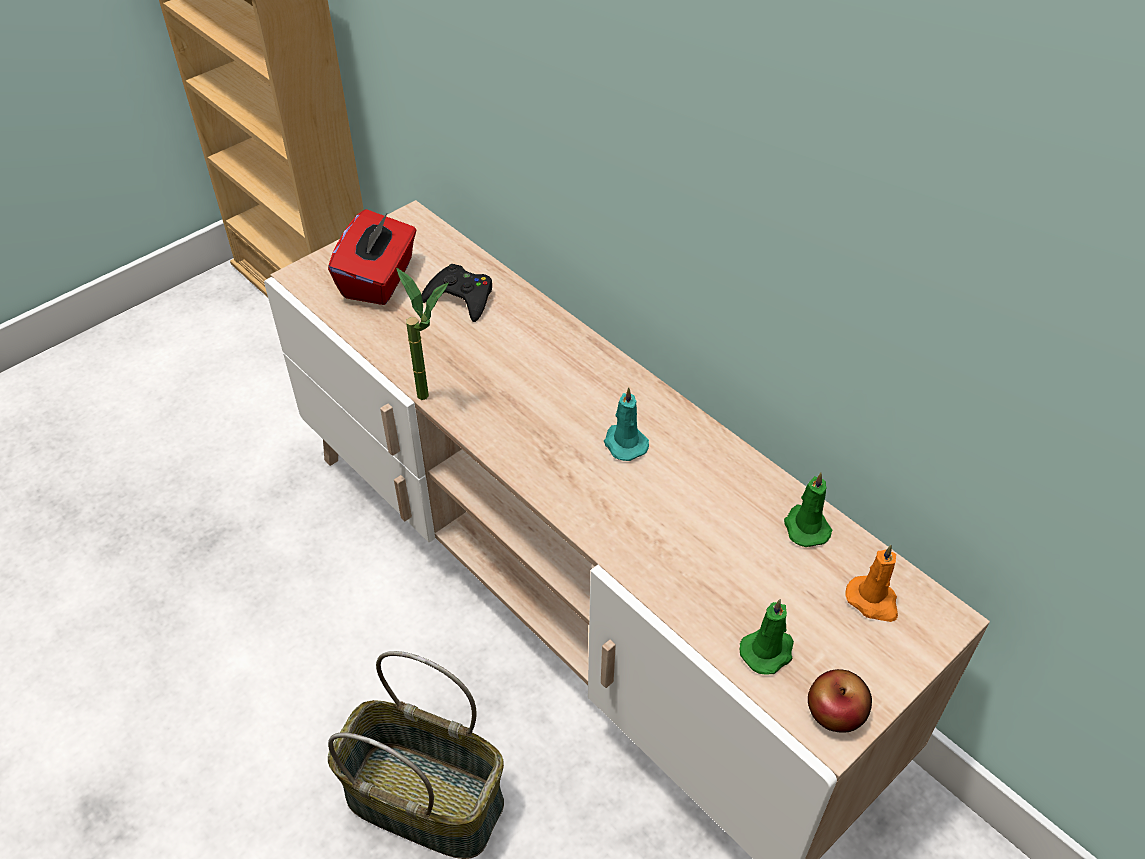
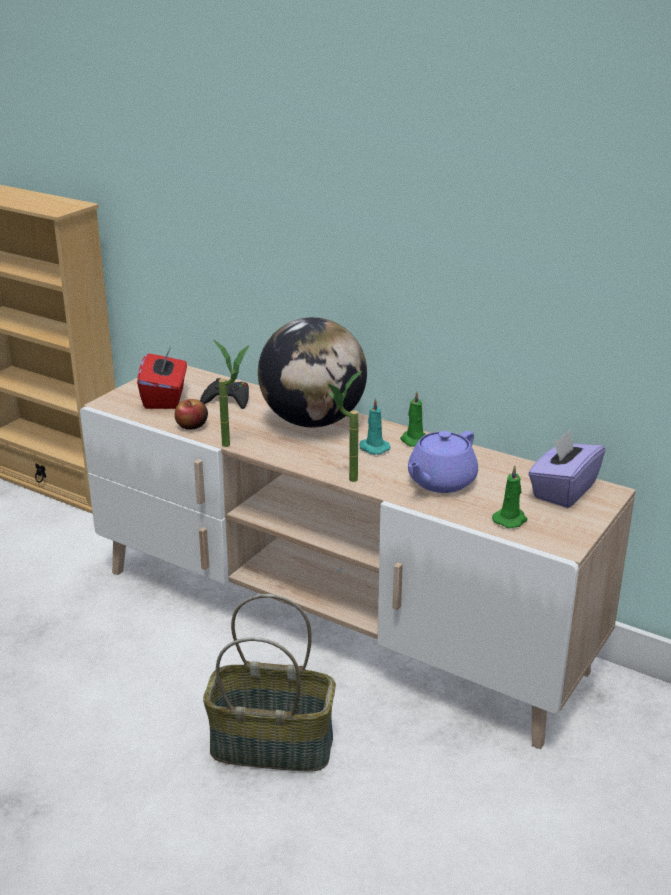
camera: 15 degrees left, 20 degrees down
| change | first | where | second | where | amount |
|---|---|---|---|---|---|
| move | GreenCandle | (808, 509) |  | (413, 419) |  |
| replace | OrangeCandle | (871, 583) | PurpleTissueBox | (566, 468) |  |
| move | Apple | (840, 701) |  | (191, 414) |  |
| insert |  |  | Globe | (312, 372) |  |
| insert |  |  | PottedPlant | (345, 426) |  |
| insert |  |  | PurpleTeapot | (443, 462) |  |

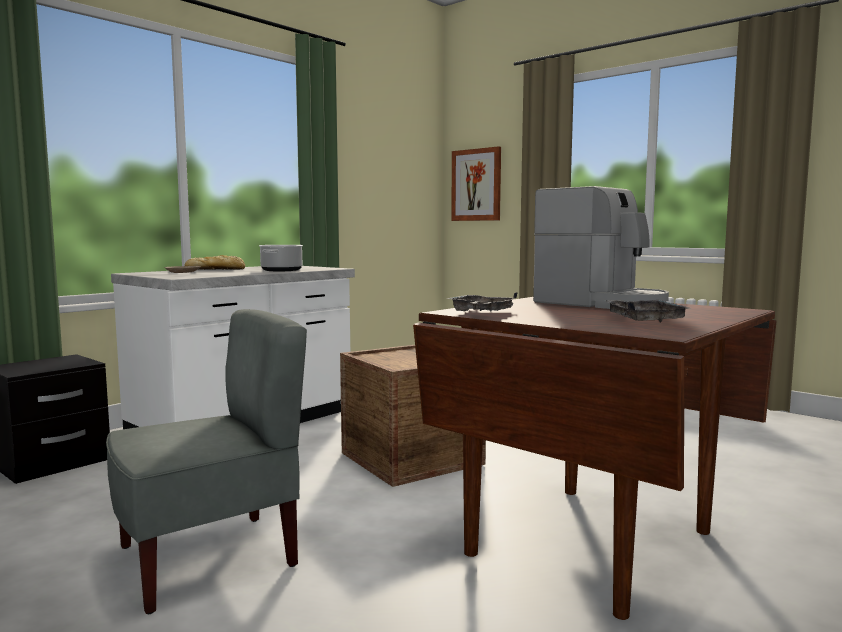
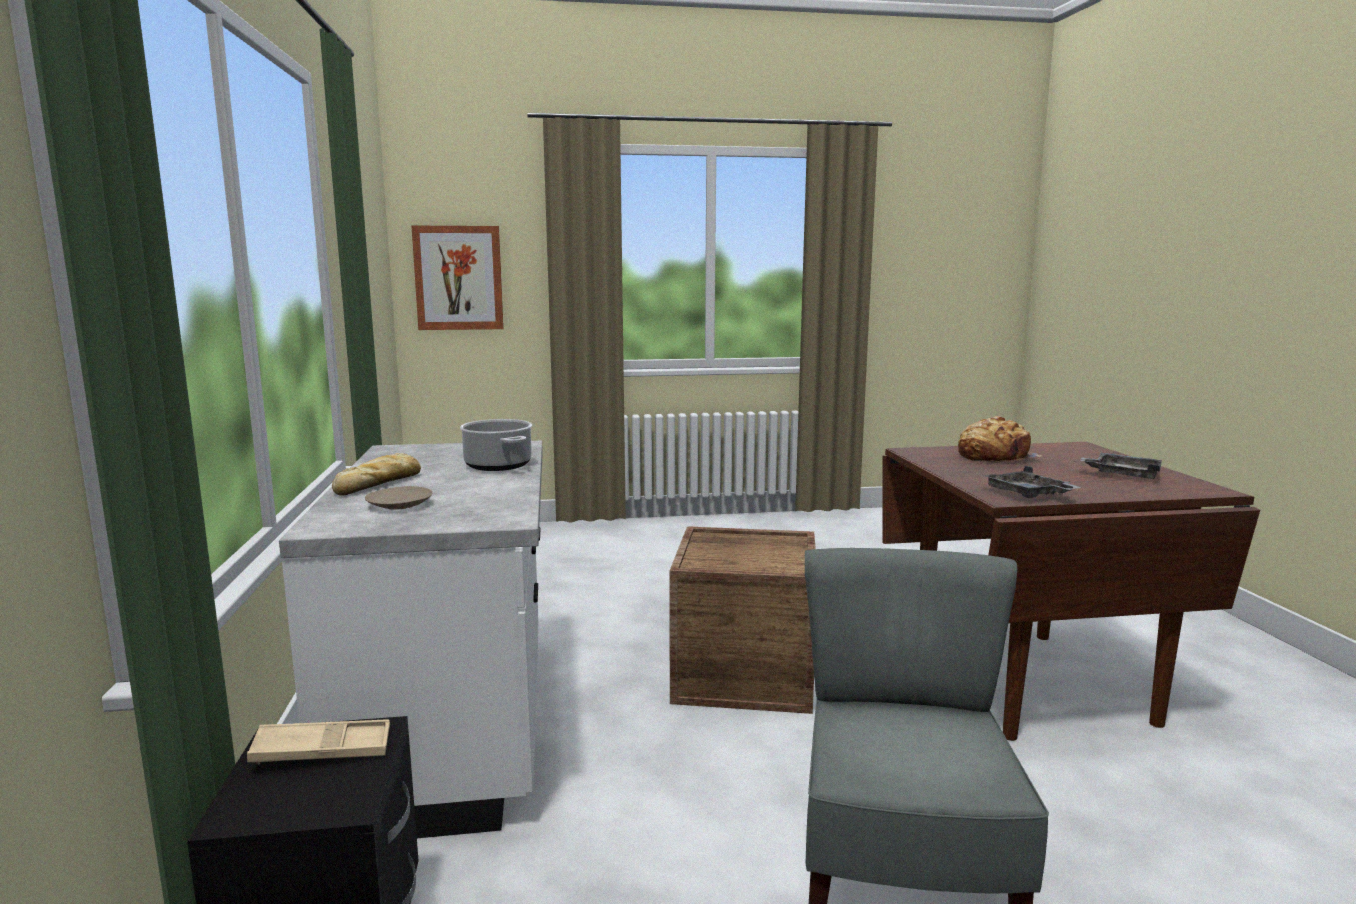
camera: 50 degrees left, 5 degrees up
| change | first | where | second | where | amount |
|---|---|---|---|---|---|
| replace | CoffeeMachine | (601, 247) | Bread | (999, 440) |  |
| insert |  |  | BeigeTray | (318, 742) |  |

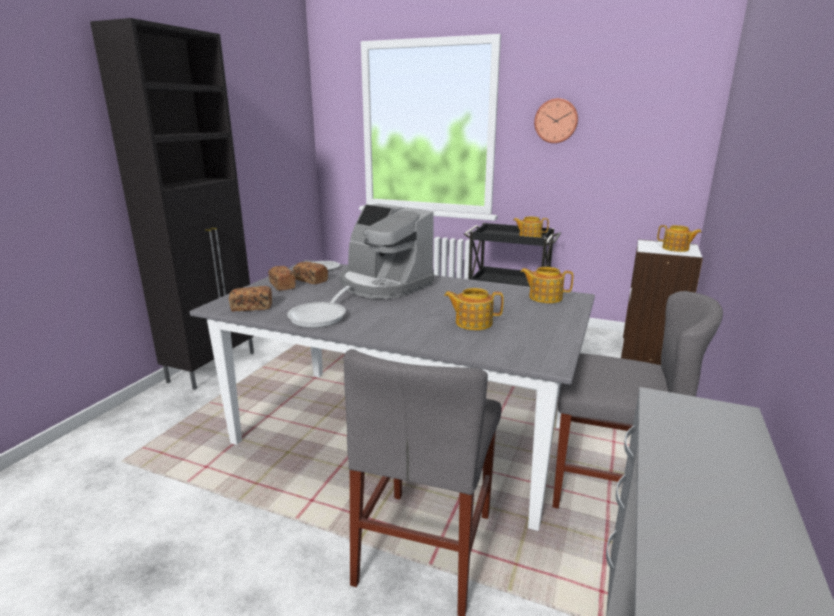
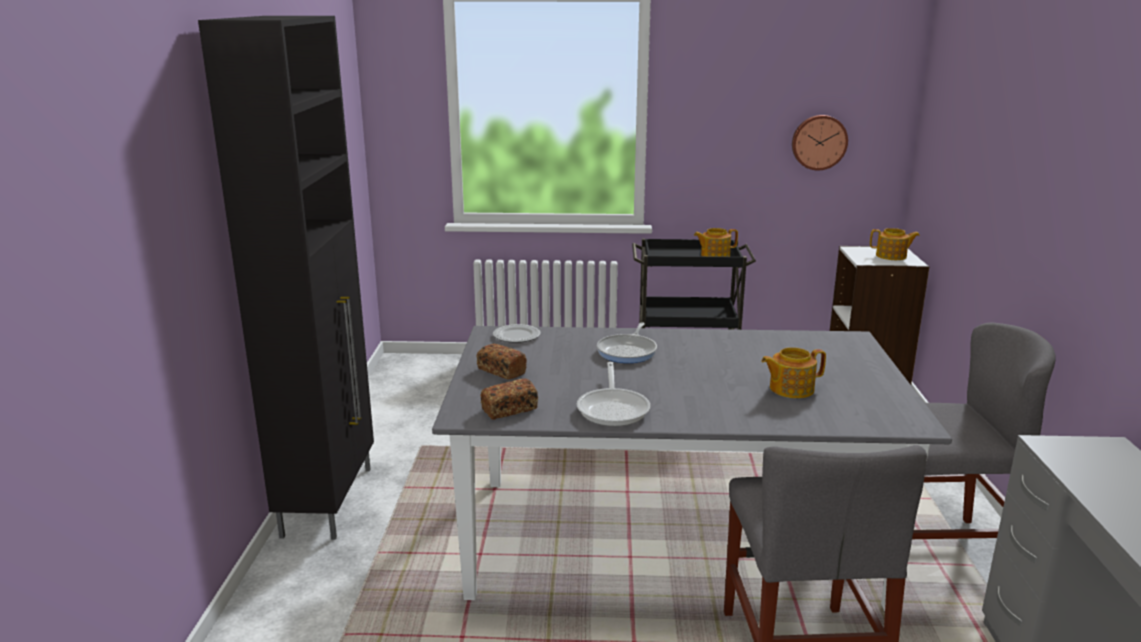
camera: 20 degrees left, 0 degrees up
| change | first | where | second | where | amount |
|---|---|---|---|---|---|
| move | WallClock | (556, 120) |  | (820, 142) |  |
| replace | CoffeeMachine | (387, 251) | FryingPan | (627, 342) |  |
| delete | Bread | (310, 273) |  |  |  |
| delete | Teapot | (546, 285) |  |  |  |

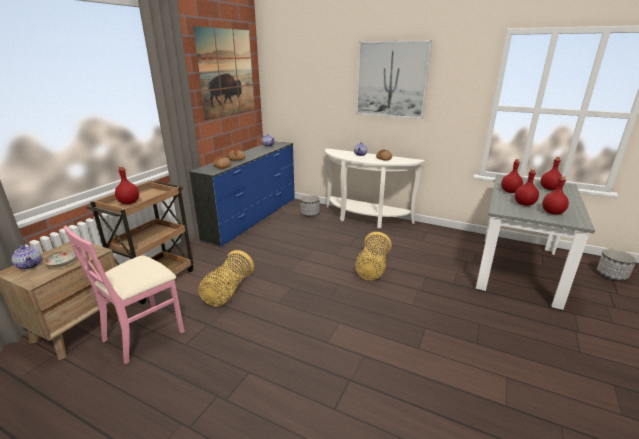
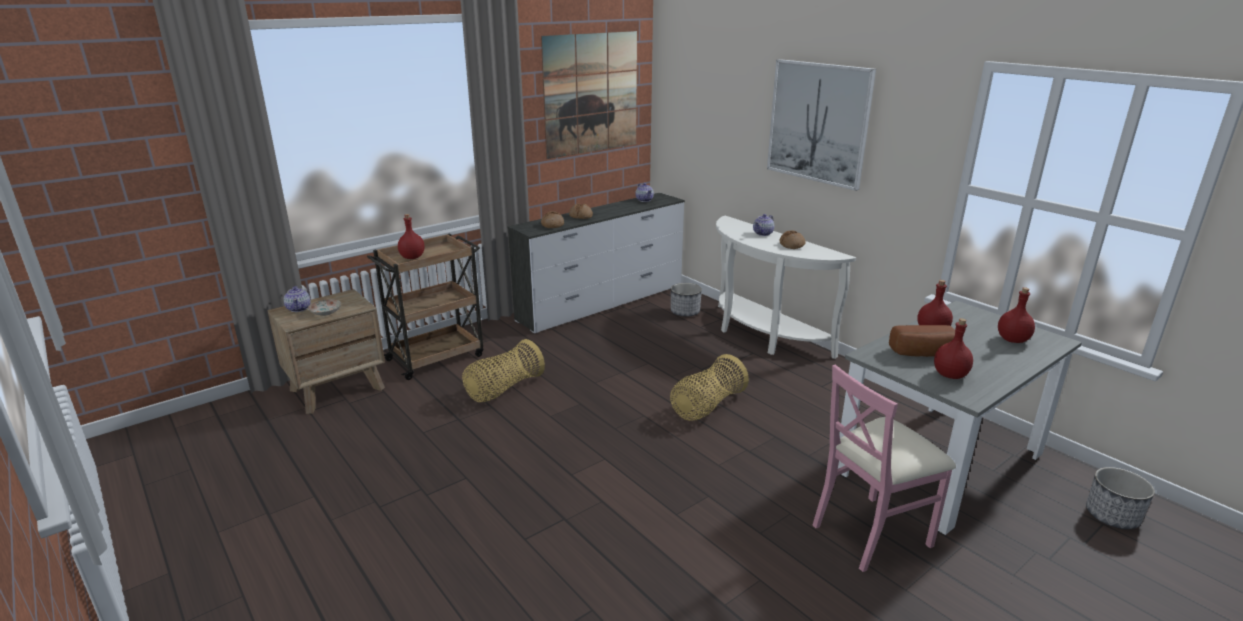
camera: 25 degrees right, 0 degrees up
| change | first | where | second | where | amount |
|---|---|---|---|---|---|
| recolor | BlueDresser | (242, 194) | WhiteDresser | (596, 263) |  |
| replace | RedBottle | (527, 187) | Bread | (922, 341) |  |
| move | PinkChair | (124, 295) |  | (884, 468) |  |

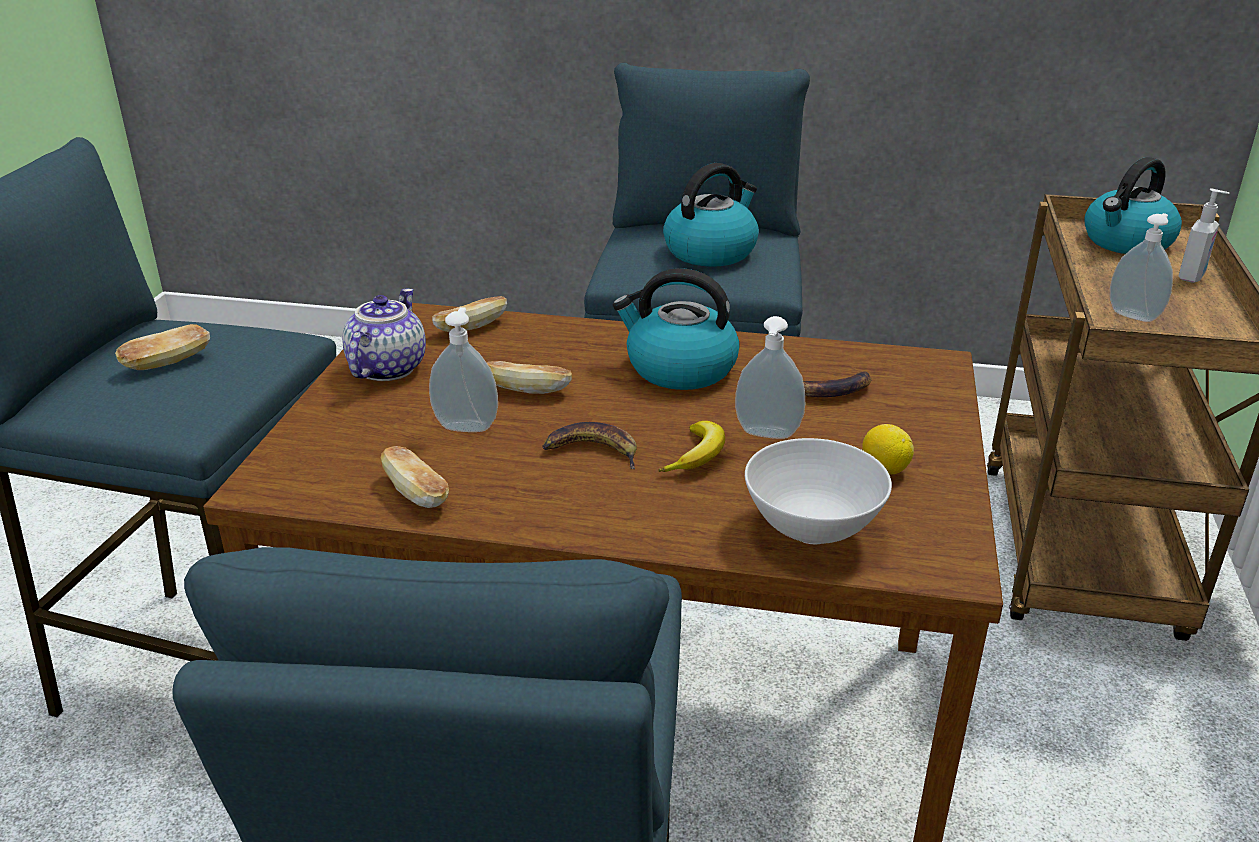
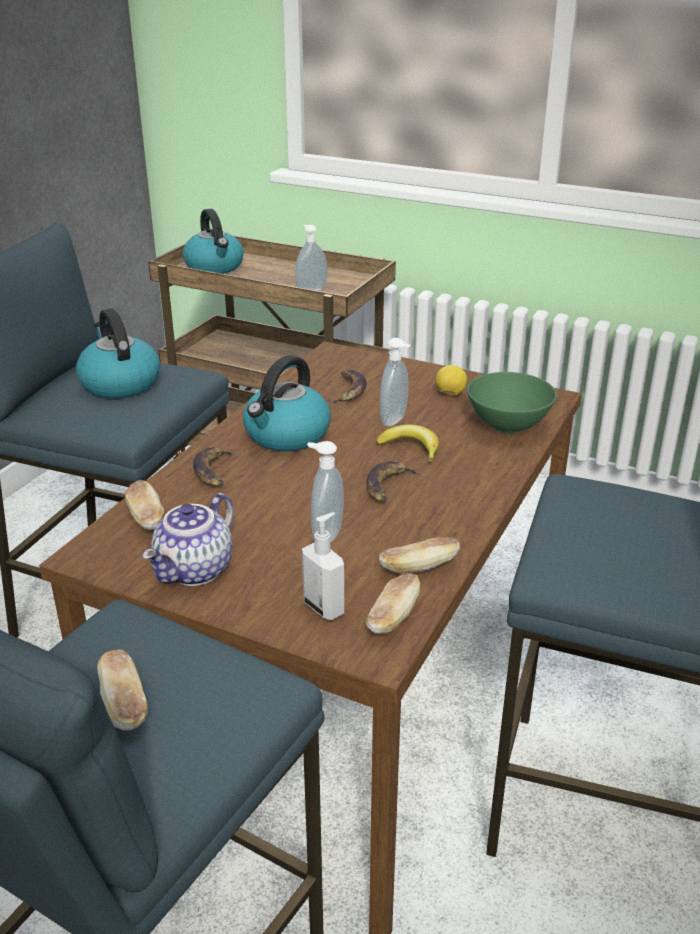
camera: 75 degrees left, 0 degrees up
| change | first | where | second | where | amount |
|---|---|---|---|---|---|
| move | SoapDispenser | (1203, 235) |  | (323, 566) |  |
| rotate | Teapot | (384, 334) |  | (188, 539) | 90 degrees counterclockwise |
| move | Bread | (529, 377) |  | (393, 603) |  |
| recolor | WhiteBowl | (818, 491) | GreenBowl | (512, 403) |  |
| insert |  |  | Banana | (214, 466) |  |

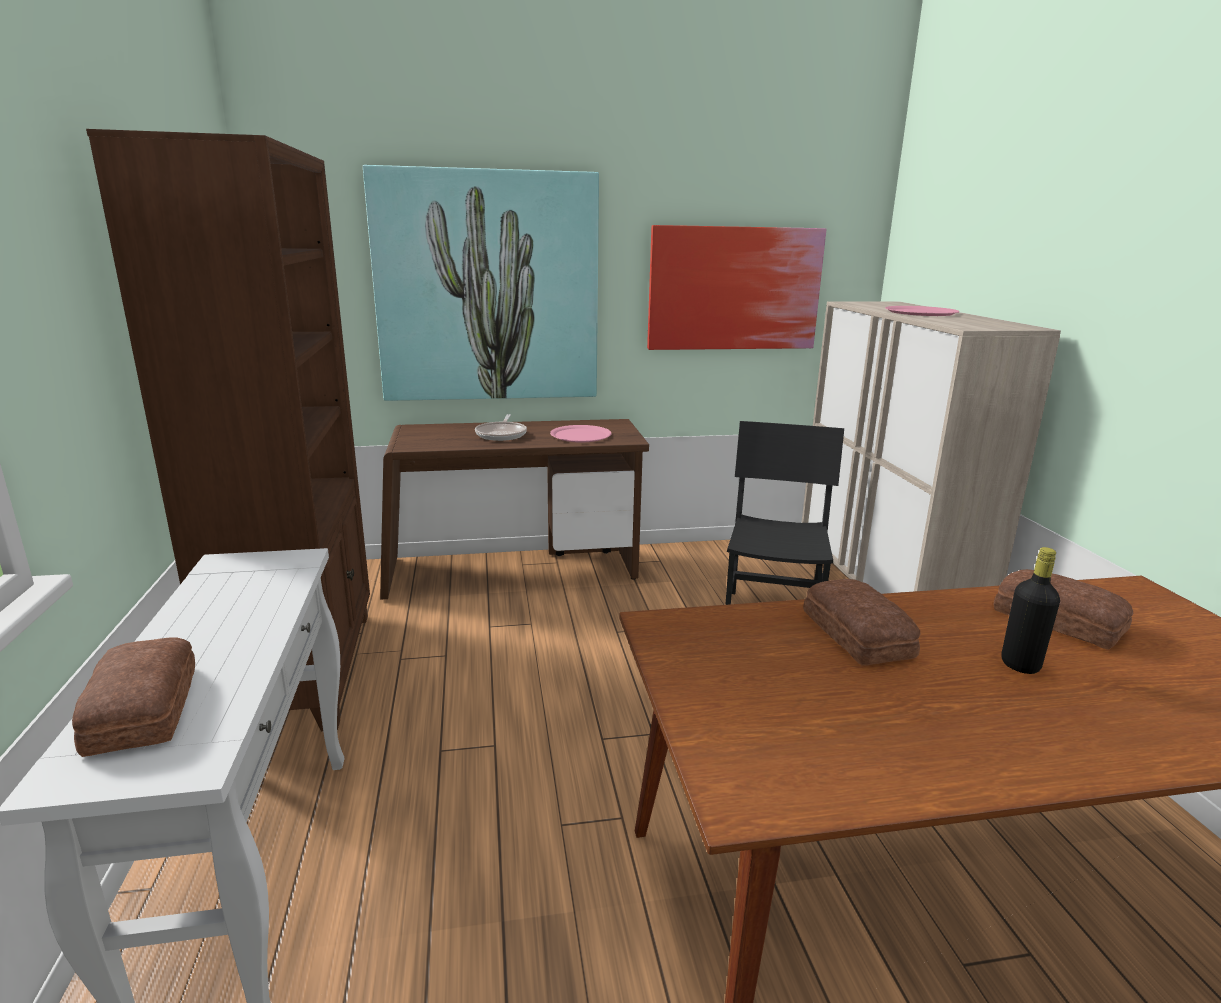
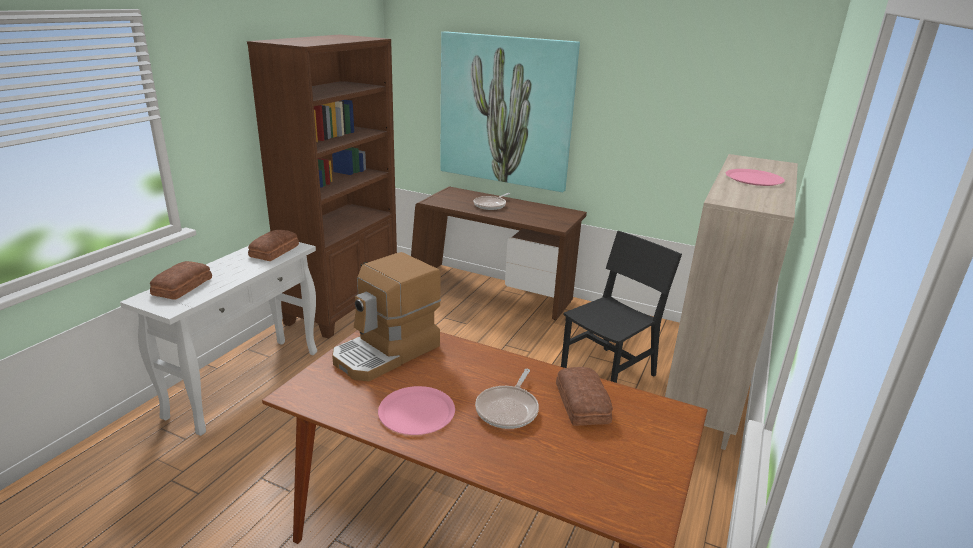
camera: 35 degrees right, 5 degrees up
| change | first | where | second | where | amount |
|---|---|---|---|---|---|
| delete | Picture | (736, 287) |  |  |  |
| move | PinkPlate | (580, 434) |  | (416, 410) |  |
| replace | BlackBottle | (1030, 610) | FryingPan | (507, 399) |  |
| move | Bread | (861, 622) |  | (273, 245) |  |
| insert |  |  | CoffeeMachine | (386, 316) |  |

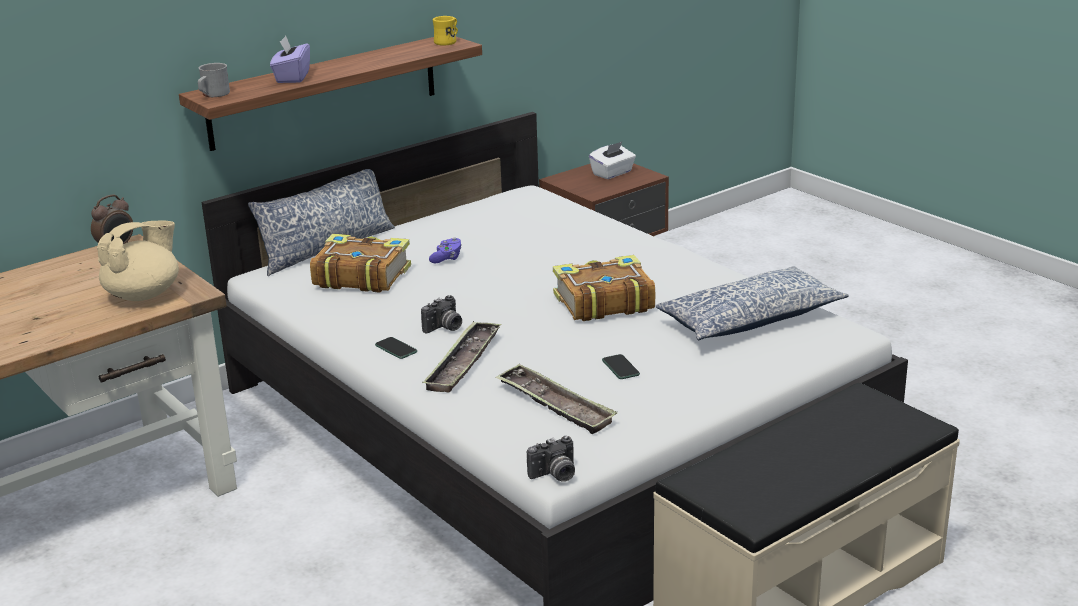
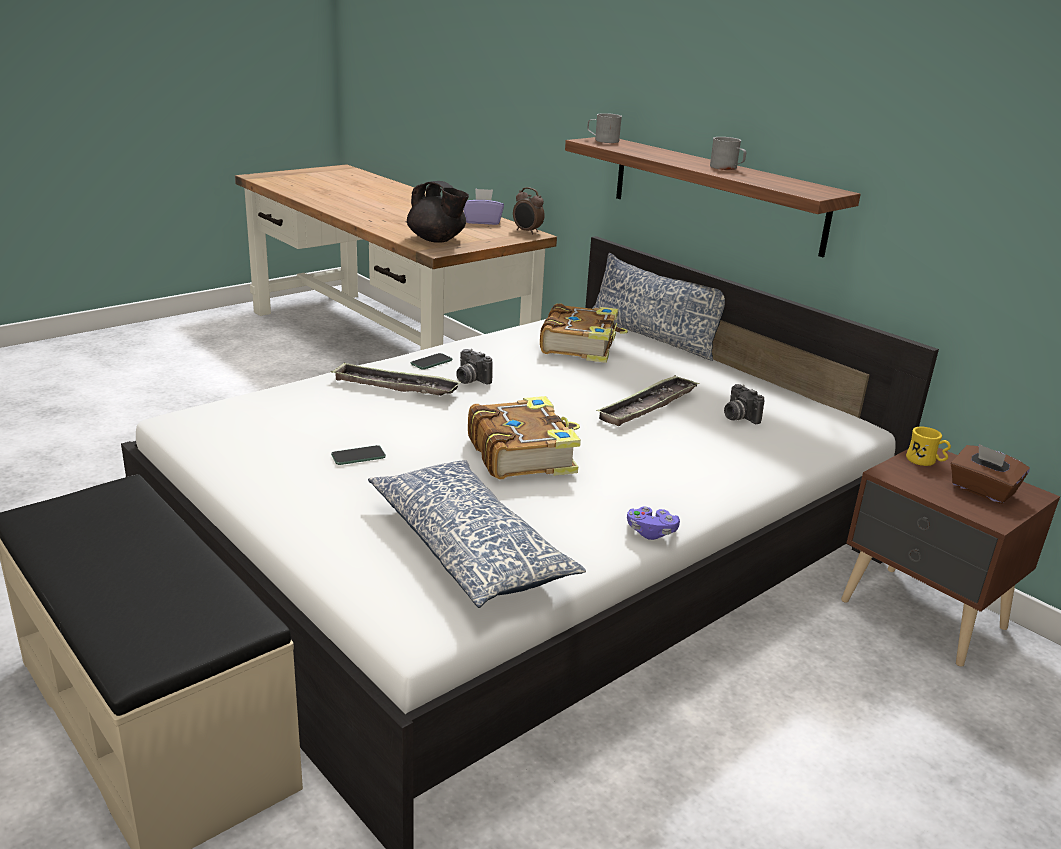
camera: 85 degrees right, 0 degrees up
| change | first | where | second | where | amount |
|---|---|---|---|---|---|
| move | YellowMug | (445, 30) |  | (928, 446) |  |
| move | PurpleTissueBox | (290, 59) |  | (483, 206) |  |
| recolor | WhiteTissueBox | (612, 160) | BrownTissueBox | (990, 474) |  |
| recolor | BeigeTeapot | (138, 260) | BlackTeapot | (438, 212) |  |
| move | PurpleGameController | (445, 250) |  | (653, 523) |  |
| move | Tray | (556, 399) |  | (647, 400) |  |
| move | PhotoCamera | (551, 459) |  | (744, 404) |  |
| insert |  |  | GreyMug | (728, 153) |  |

